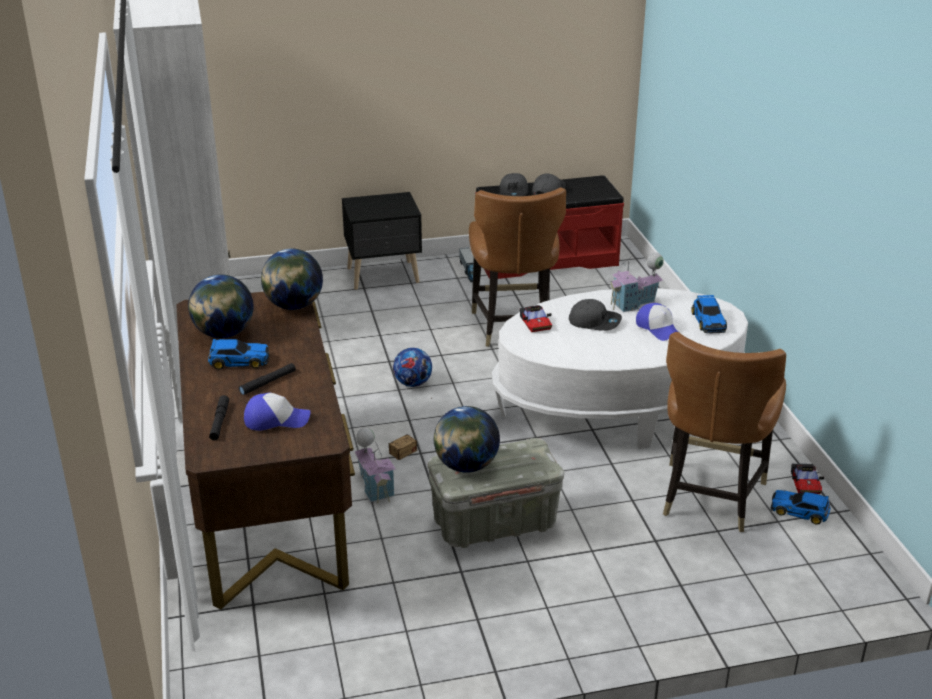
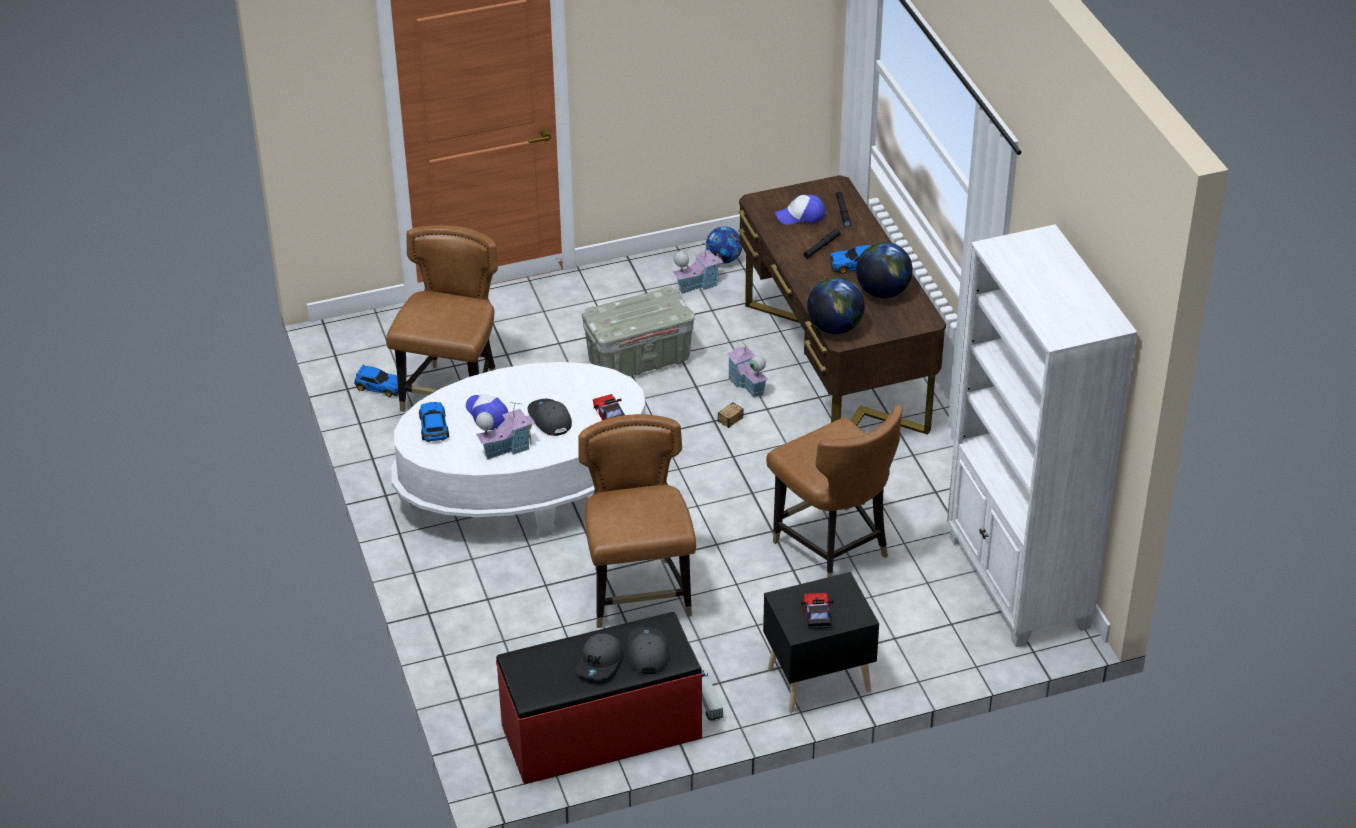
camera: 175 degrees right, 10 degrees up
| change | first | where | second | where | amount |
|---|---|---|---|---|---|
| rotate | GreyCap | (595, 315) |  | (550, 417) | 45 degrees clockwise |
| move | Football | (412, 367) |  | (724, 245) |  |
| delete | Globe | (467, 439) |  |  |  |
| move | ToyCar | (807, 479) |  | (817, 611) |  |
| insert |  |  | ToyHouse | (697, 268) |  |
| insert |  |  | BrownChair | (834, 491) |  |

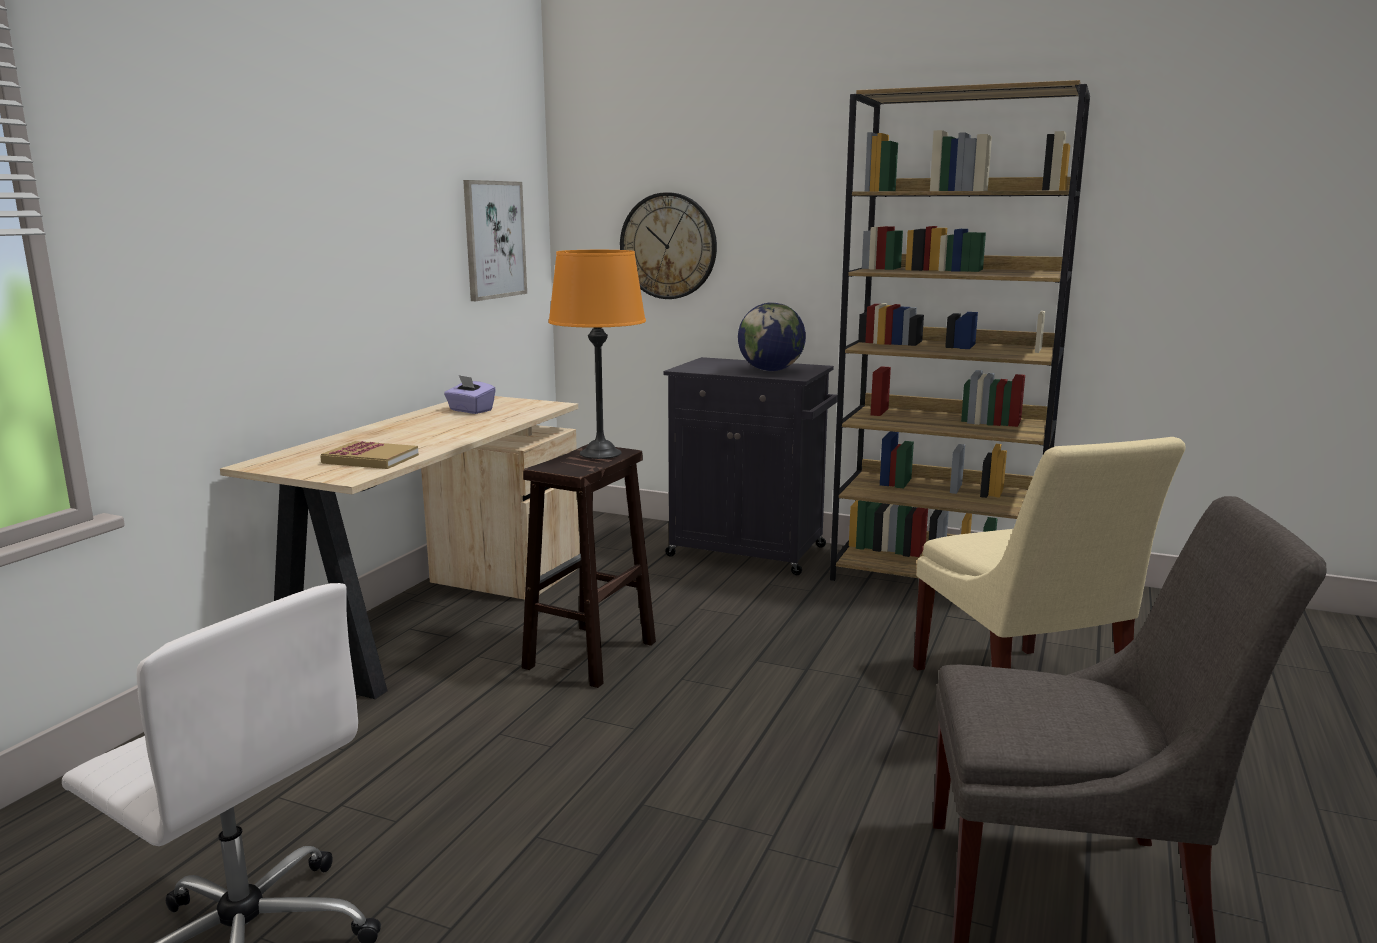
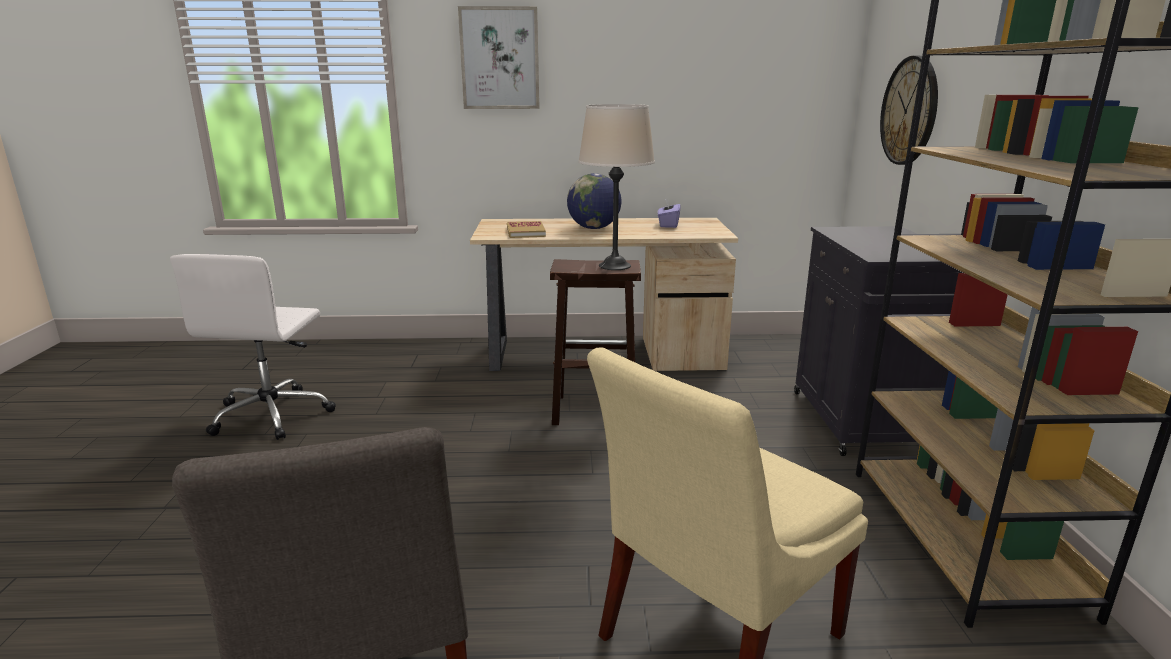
camera: 65 degrees right, 5 degrees up
| change | first | where | second | where | amount |
|---|---|---|---|---|---|
| move | Picture | (495, 240) |  | (499, 57) |  |
| recolor | OrangeTableLamp | (597, 354) | BeigeTableLamp | (616, 187) |  |
| move | Globe | (772, 336) |  | (594, 201) |  |

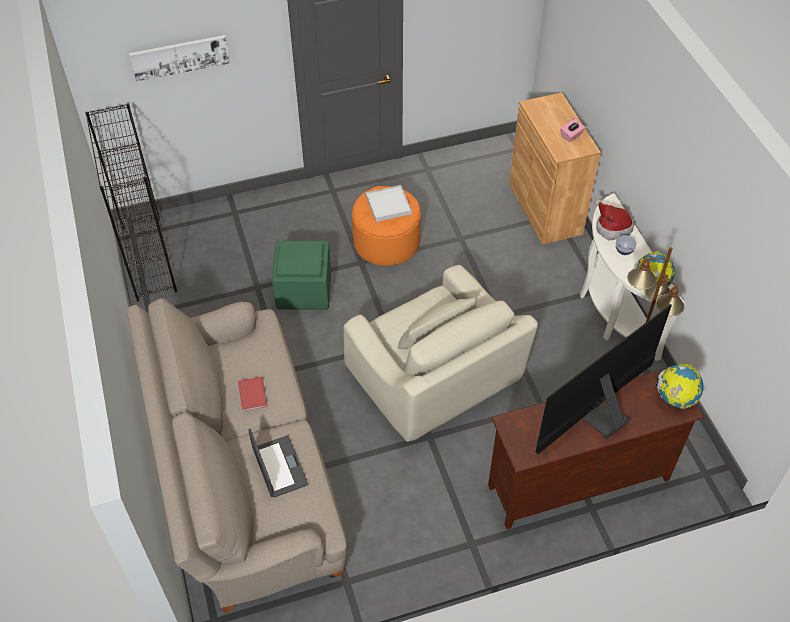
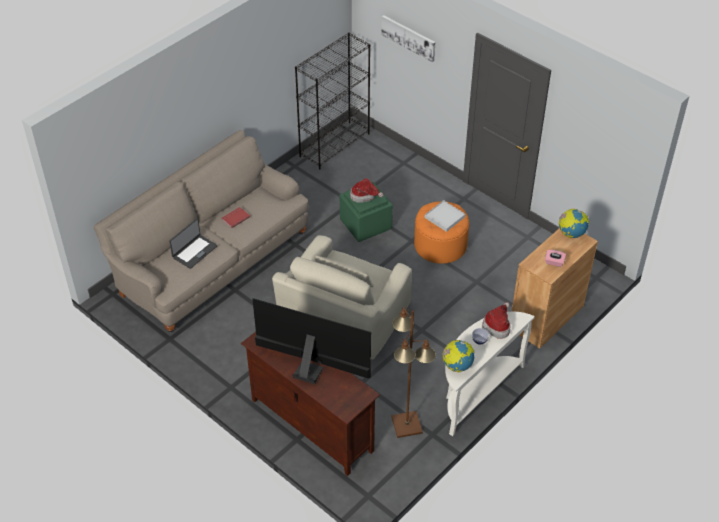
camera: 60 degrees right, 5 degrees down
| change | first | where | second | where | amount |
|---|---|---|---|---|---|
| move | Globe | (679, 386) |  | (574, 223) |  |
| insert |  |  | Hat | (367, 190) |  |

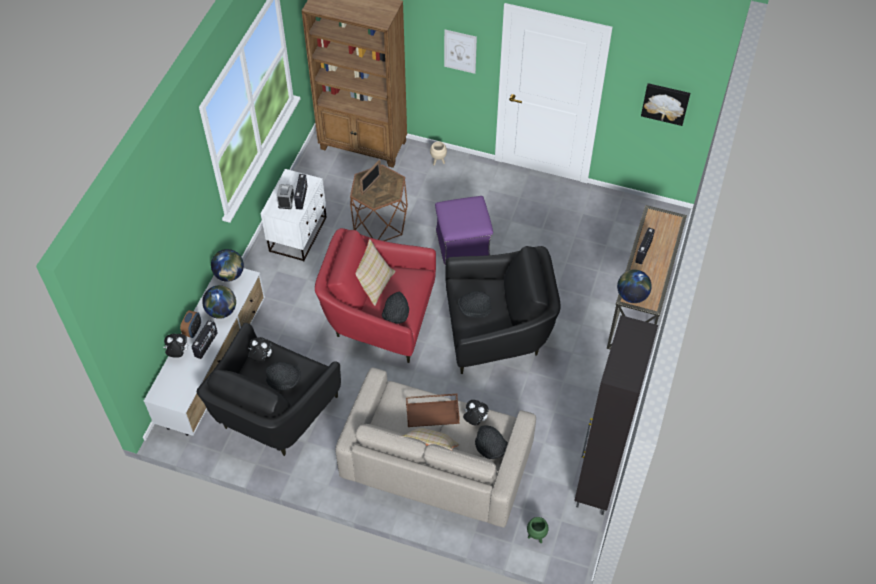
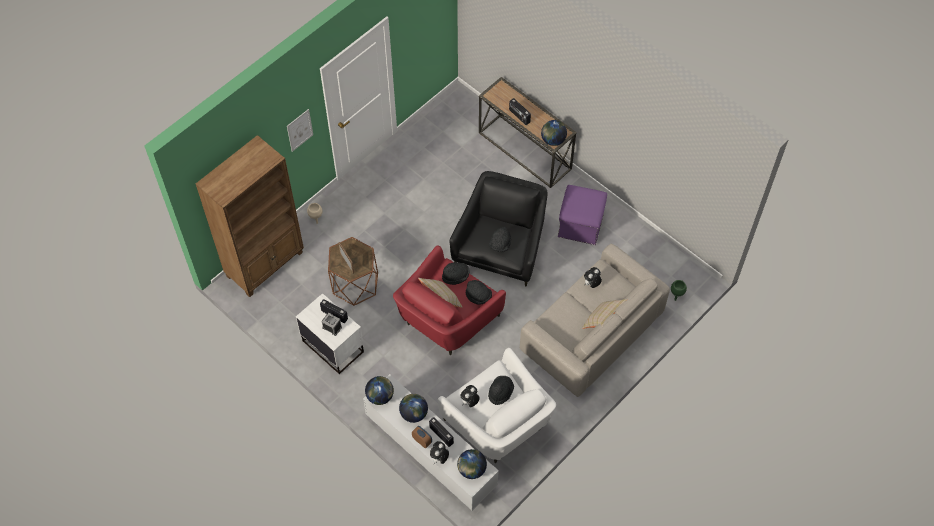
camera: 65 degrees left, 5 degrees up
| change | first | where | second | where | amount |
|---|---|---|---|---|---|
| delete | Picture | (665, 104) |  |  |  |
| move | PurpleOttoman | (464, 230) |  | (582, 215) |  |
| delete | BlackCabinet | (616, 415) |  |  |  |
| recolor | BlackArmchair | (269, 389) | WhiteArmchair | (497, 405) |  |
| delete | BrownTray | (432, 410) |  |  |  |
| move | BlackHat | (491, 442) |  | (456, 273) |  |
| insert |  |  | Globe | (472, 464) |  |

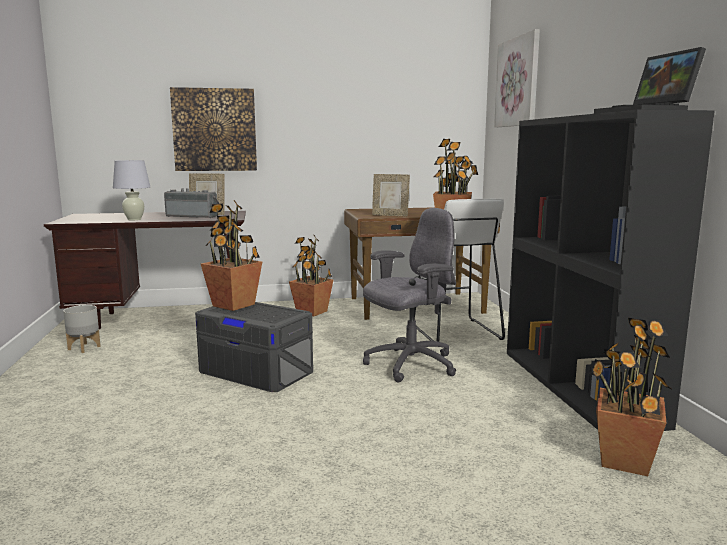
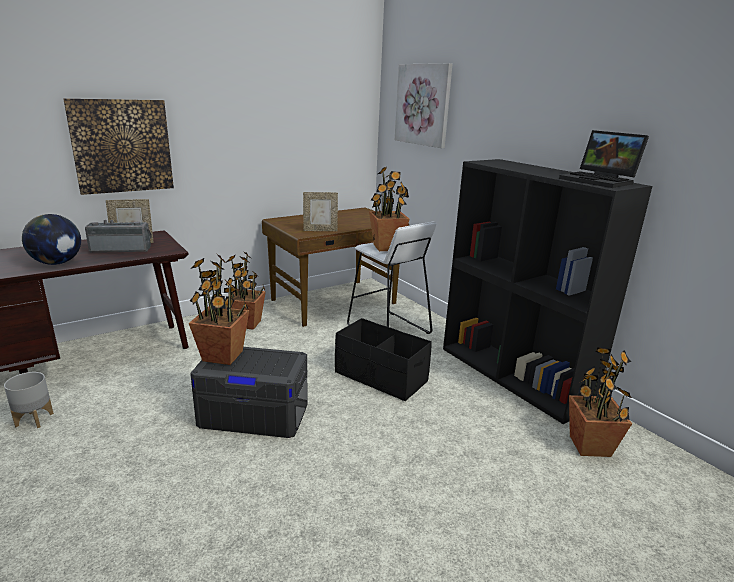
camera: 25 degrees left, 10 degrees up
| change | first | where | second | where | amount |
|---|---|---|---|---|---|
| replace | WhiteTableLamp | (131, 190) | Globe | (51, 239) |  |
| replace | GreyOfficeChair | (409, 295) | BlackStorageBox | (383, 359) |  |

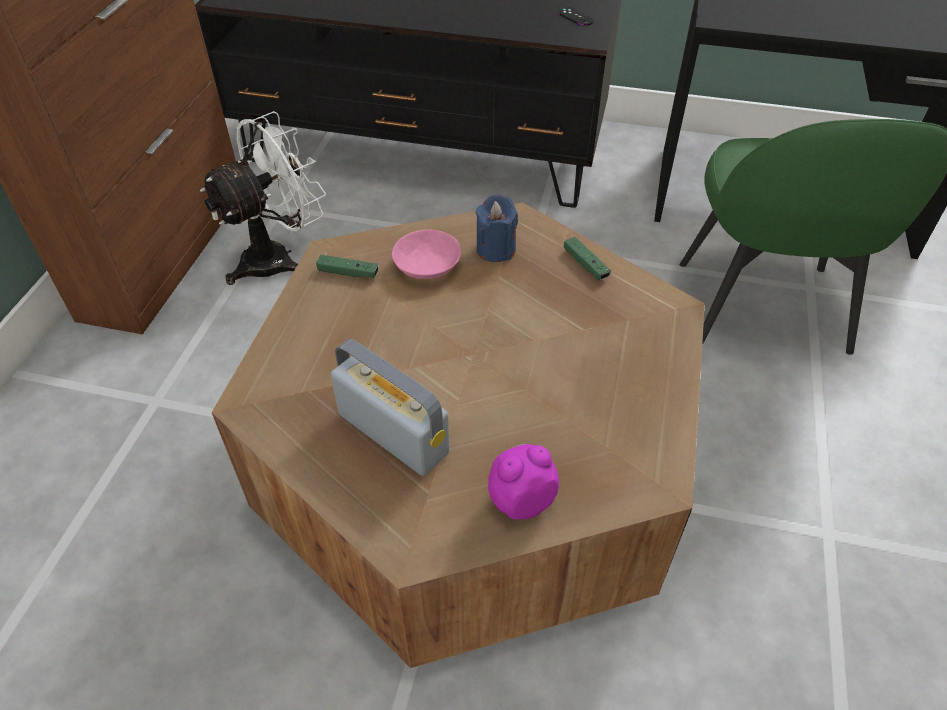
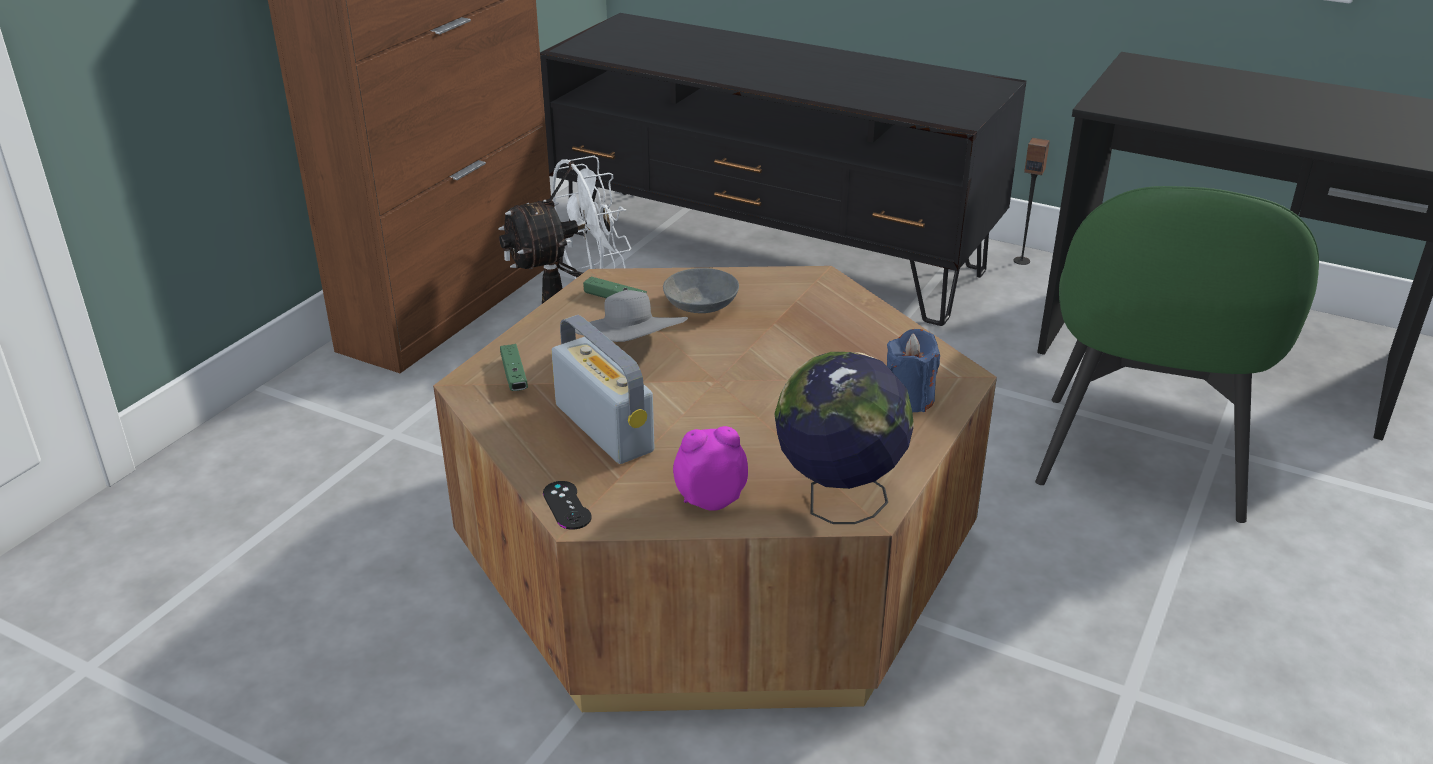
camera: 15 degrees right, 15 degrees down
| change | first | where | second | where | amount |
|---|---|---|---|---|---|
| move | BlackGameController | (576, 16) |  | (567, 505) |  |
| move | BlueCandle | (497, 228) |  | (913, 370) |  |
| recolor | PinkBowl | (426, 254) | GreyBowl | (701, 290) |  |
| move | GreenGameController | (587, 258) |  | (514, 367) |  |
| insert |  |  | Speaker | (1031, 201) |  |
| insert |  |  | GreyHat | (631, 316) |  |
| insert |  |  | Globe | (844, 438) |  |

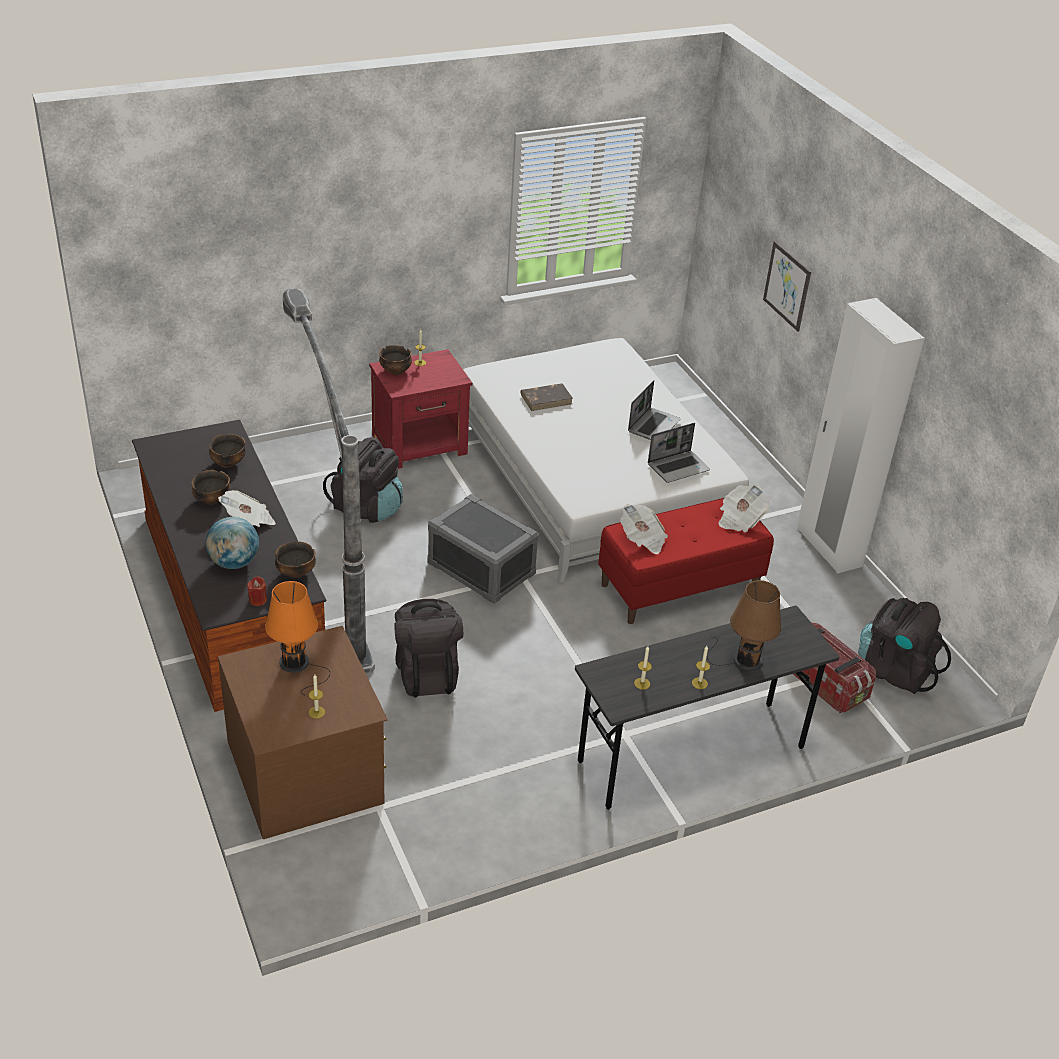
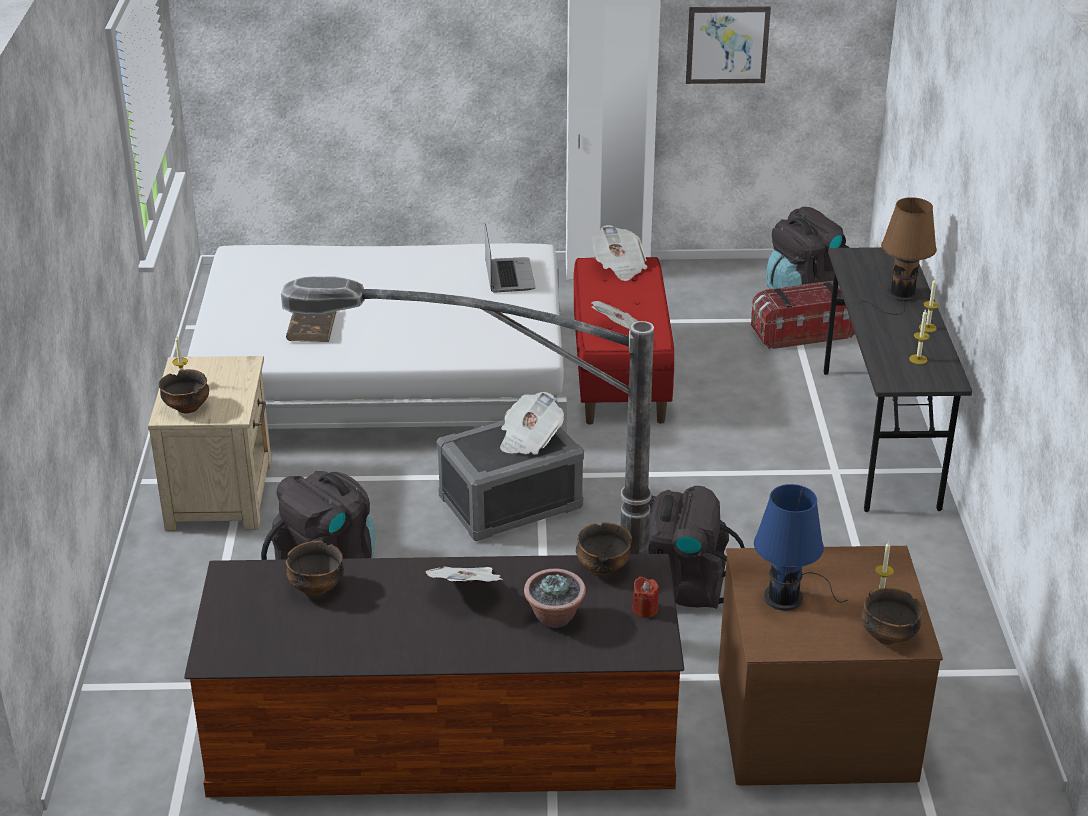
camera: 65 degrees left, 5 degrees down
| change | first | where | second | where | amount |
|---|---|---|---|---|---|
| move | Picture | (787, 286) |  | (728, 45) |  |
| recolor | RedNightstand | (421, 409) | BeigeNightstand | (209, 443) |  |
| delete | Laptop | (654, 410) |  |  |  |
| move | Bowl | (210, 487) |  | (892, 616) |  |
| replace | Globe | (232, 543) | PottedPlant | (555, 598) |  |
| recolor | OrangeTableLamp | (297, 638) | BlueTableLamp | (800, 547) |  |
| insert |  |  | Newspaper | (532, 423) |  |

